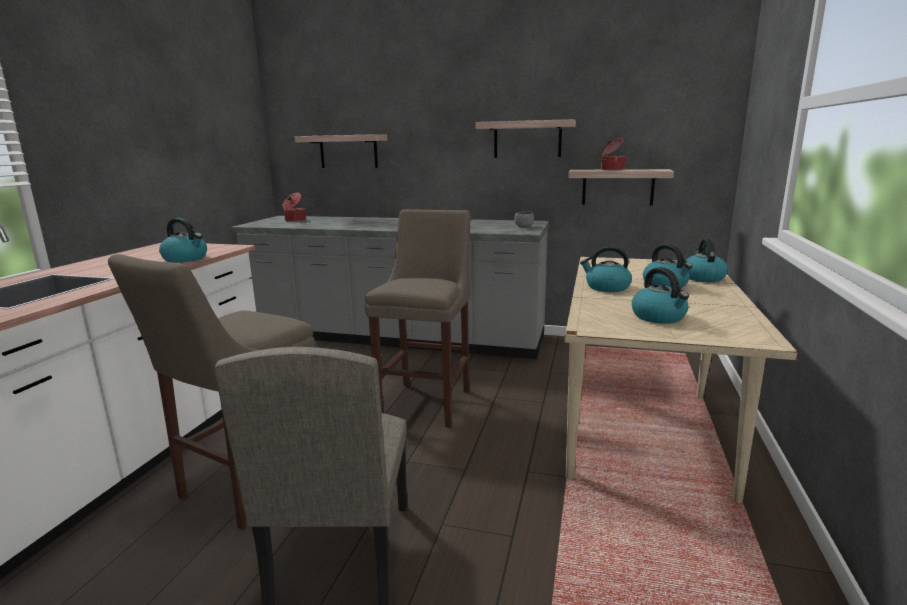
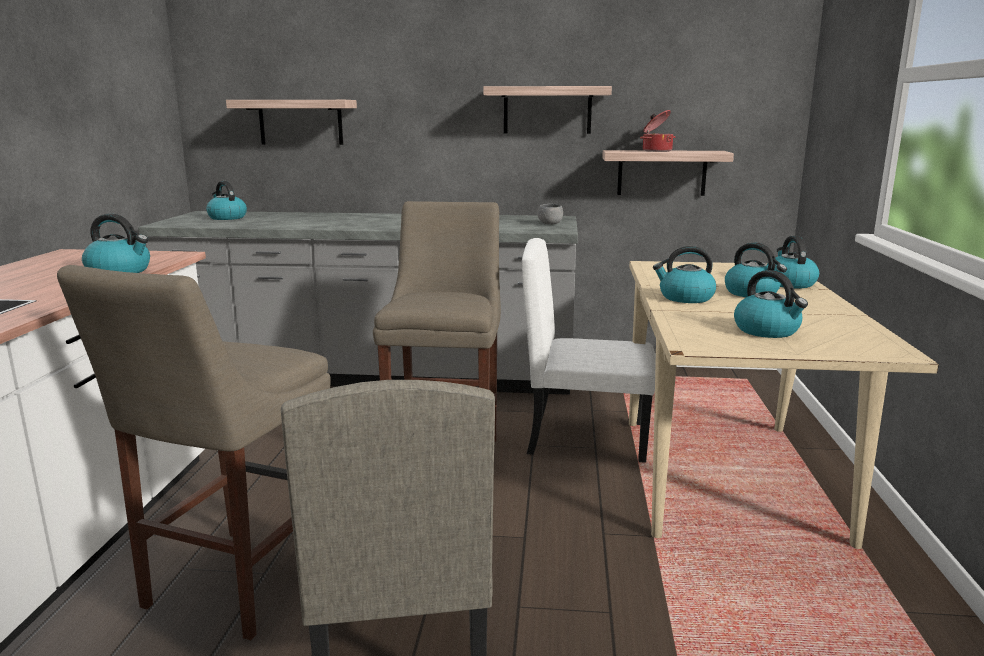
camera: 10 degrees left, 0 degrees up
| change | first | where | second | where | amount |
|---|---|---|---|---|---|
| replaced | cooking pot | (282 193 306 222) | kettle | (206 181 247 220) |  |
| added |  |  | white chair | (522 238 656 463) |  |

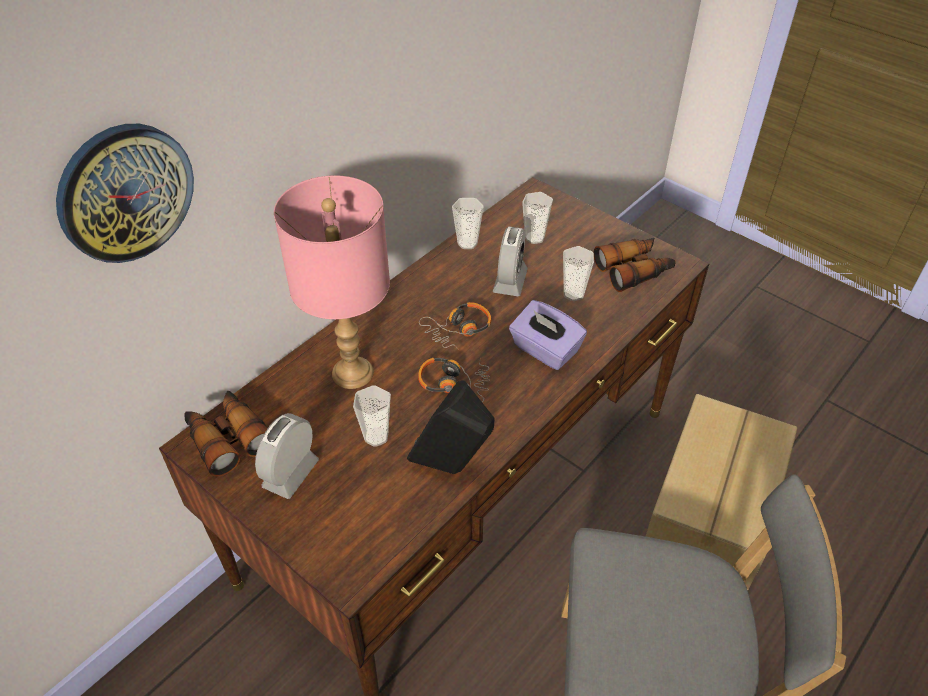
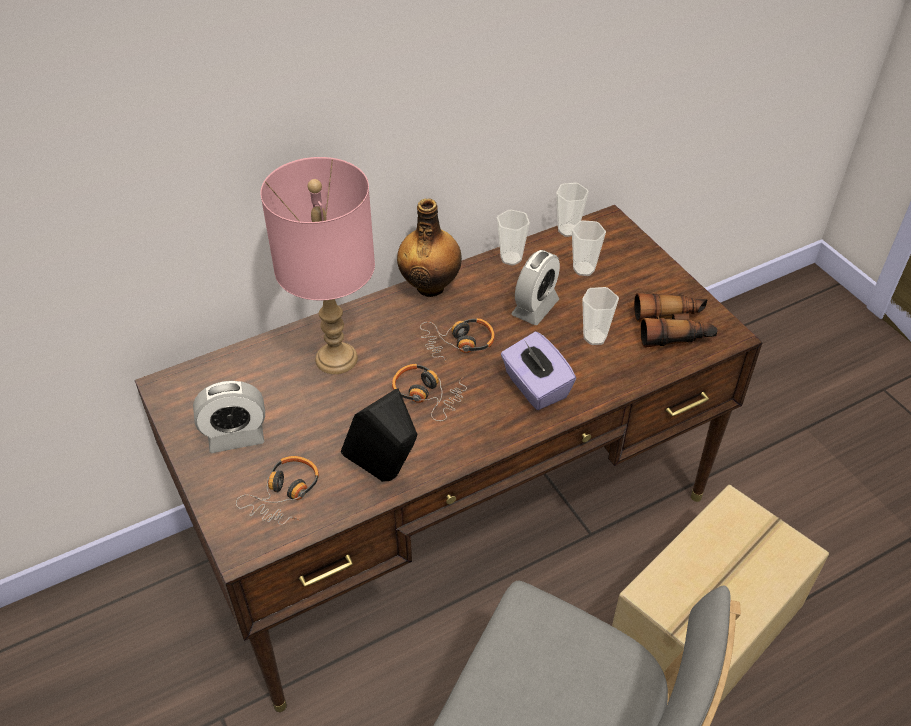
camera: 20 degrees right, 0 degrees up
| change | first | where | second | where | amount |
|---|---|---|---|---|---|
| removed | wall clock | (56 124 194 263) |  |  |  |
| removed | binoculars | (184 391 268 476) |  |  |  |
| turned | alarm clock | (255 413 319 499) |  | (193 381 265 453) | 150 degrees counterclockwise |
| moved | cup | (353 385 391 447) |  | (556 183 589 237) |  |
| added |  |  | headphones | (236 456 319 525) |  |
| added |  |  | bottle | (397 198 462 297) |  |

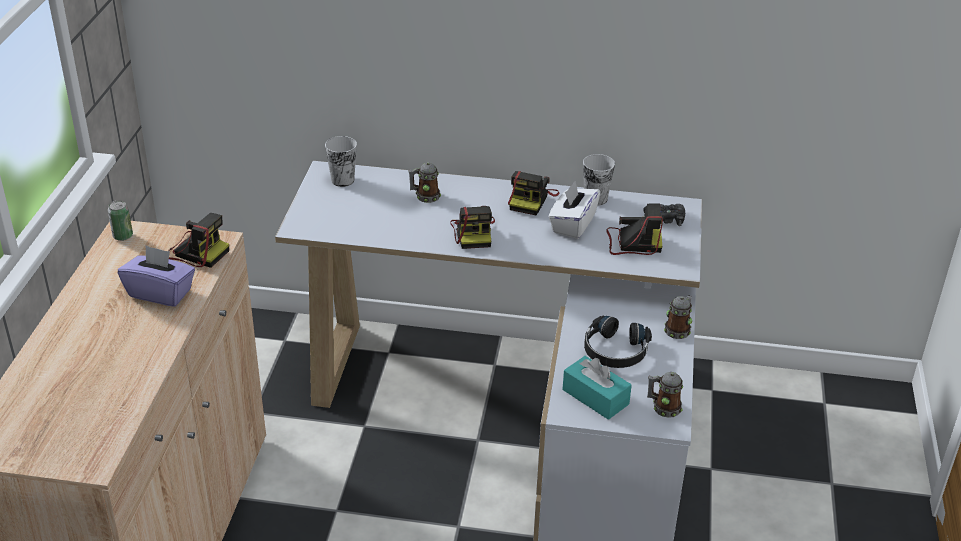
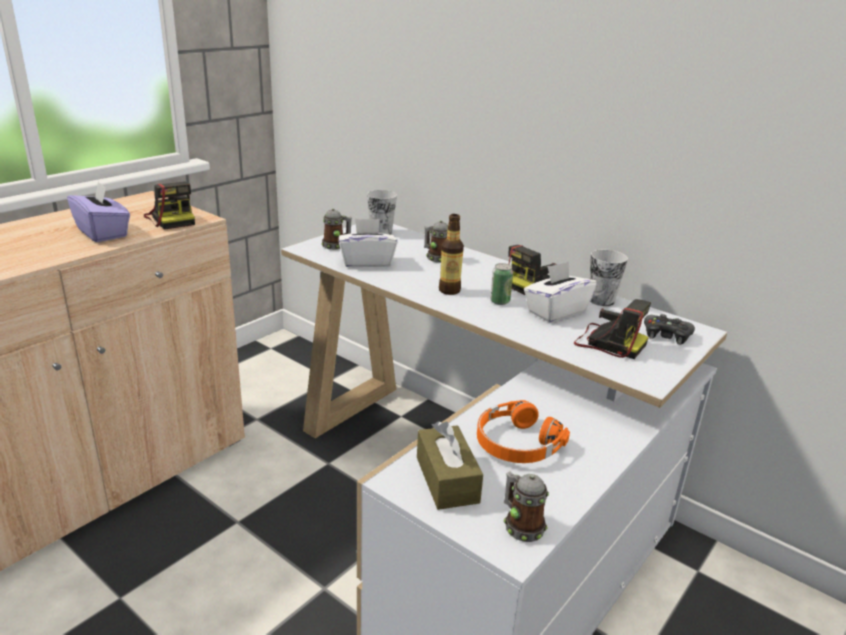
camera: 30 degrees right, 10 degrees down
| change | first | where | second | where | amount |
|---|---|---|---|---|---|
| moved | can | (108 201 133 241) |  | (490 263 513 305) |  |
| replaced | photo camera | (450 206 495 249) | bottle | (439 214 464 295) |  |
| recoloured | turquoise tissue box | (563 356 632 420) | brown tissue box | (417 421 483 510) |  |
| recoloured | black headphones | (584 315 652 368) | orange headphones | (477 400 570 463) |  |
| moved | mug | (664 295 692 339) |  | (322 208 352 250) |  |
| added |  |  | white tissue box | (339 219 397 267) |  |

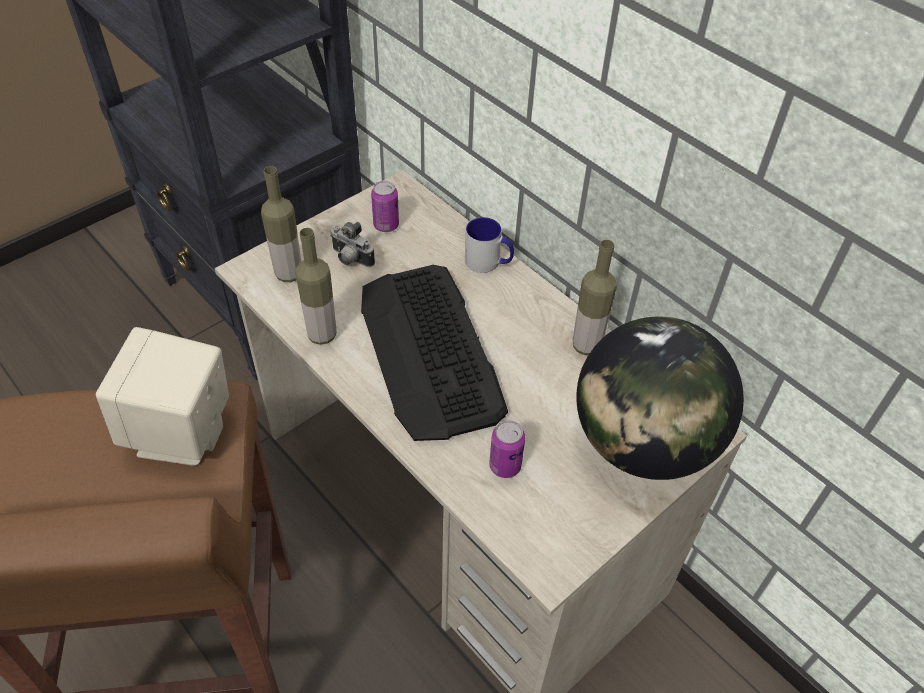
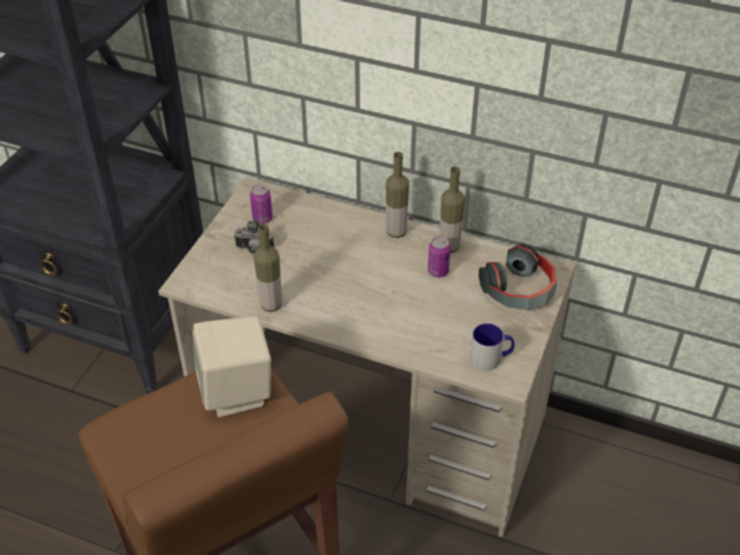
camera: 25 degrees left, 5 degrees down
| change | first | where | second | where | amount |
|---|---|---|---|---|---|
| moved | bottle | (261 166 301 282) |  | (386 152 409 238) |  |
| removed | keyboard | (361 265 508 441) |  |  |  |
| moved | mug | (465 217 514 273) |  | (470 323 515 371) |  |
| moved | can | (489 420 525 478) |  | (428 236 451 277) |  |
| replaced | globe | (576 317 744 480) | headphones | (478 243 557 311) |  |

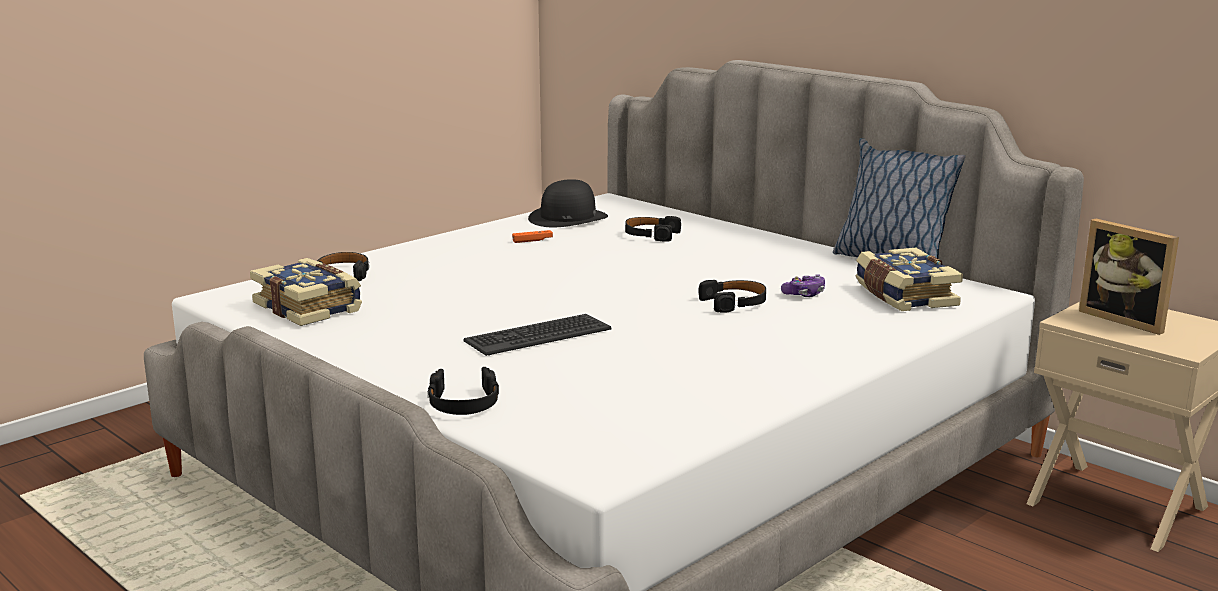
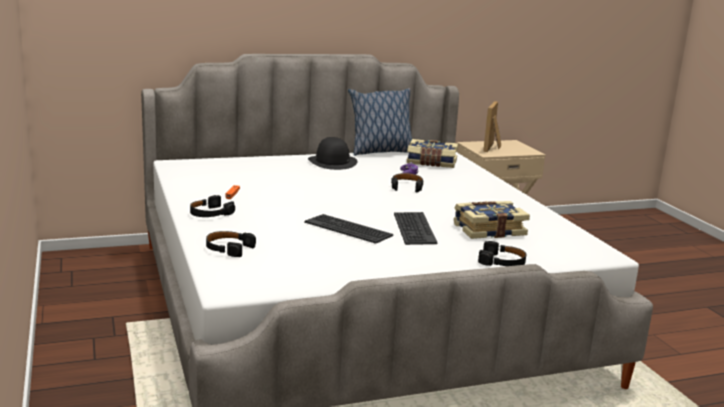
camera: 65 degrees left, 0 degrees up
| change | first | where | second | where | amount |
|---|---|---|---|---|---|
| moved | book | (250 258 362 326) |  | (454 201 530 239) |  |
| moved | black hat | (528 179 608 227) |  | (308 137 357 170) |  |
| moved | black headphones | (625 216 681 241) |  | (190 195 235 217) |  |
| turned | picture frame | (1079 219 1179 335) |  | (483 101 501 152) | 120 degrees clockwise |
| added |  |  | keyboard | (304 214 393 244) |  |

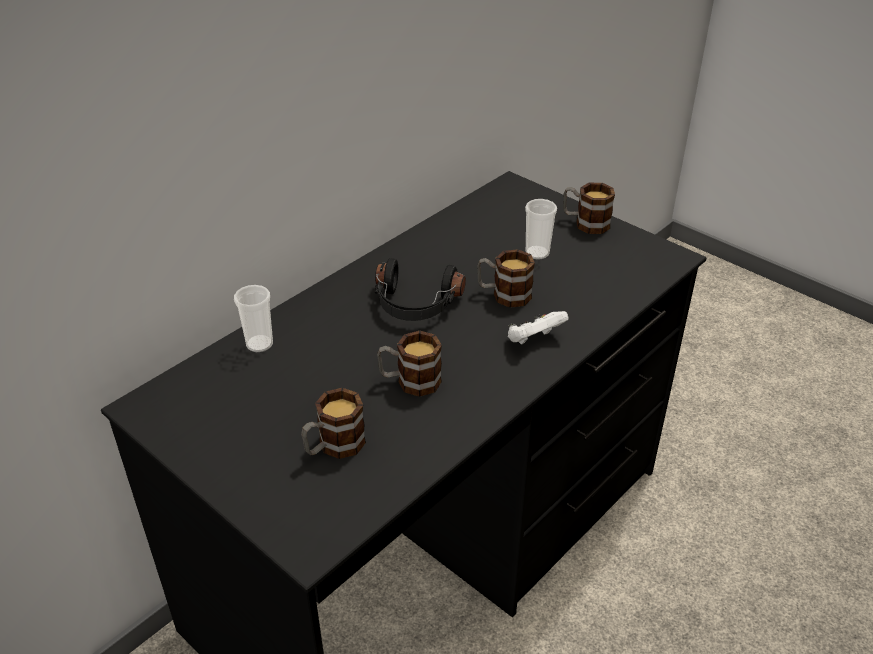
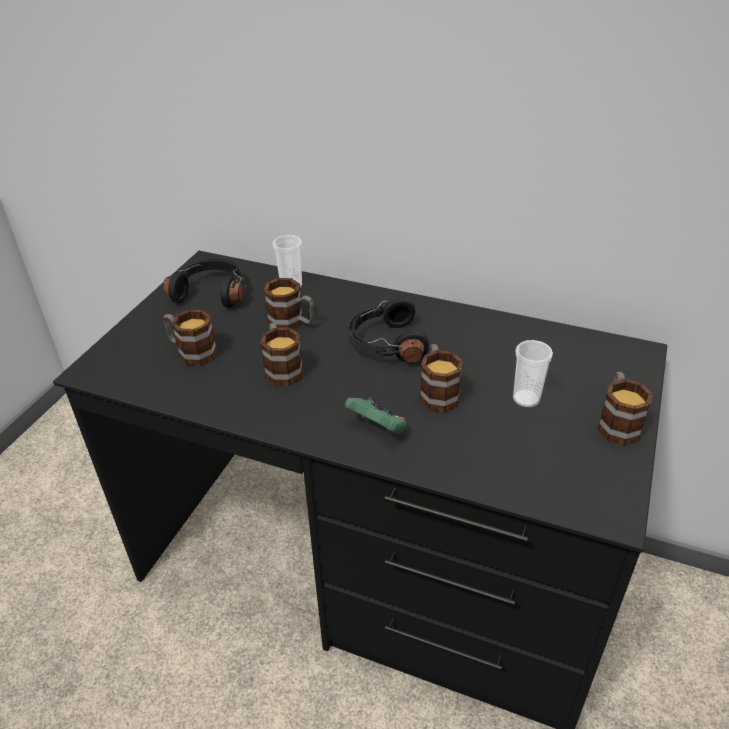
camera: 70 degrees right, 0 degrees up
| change | first | where | second | where | amount |
|---|---|---|---|---|---|
| recoloured | white game controller | (508 311 569 345) | green game controller | (345 397 407 435) |  |
| added |  |  | black headphones | (163 258 245 308) |  |
| added |  |  | mug | (264 278 314 329) |  |

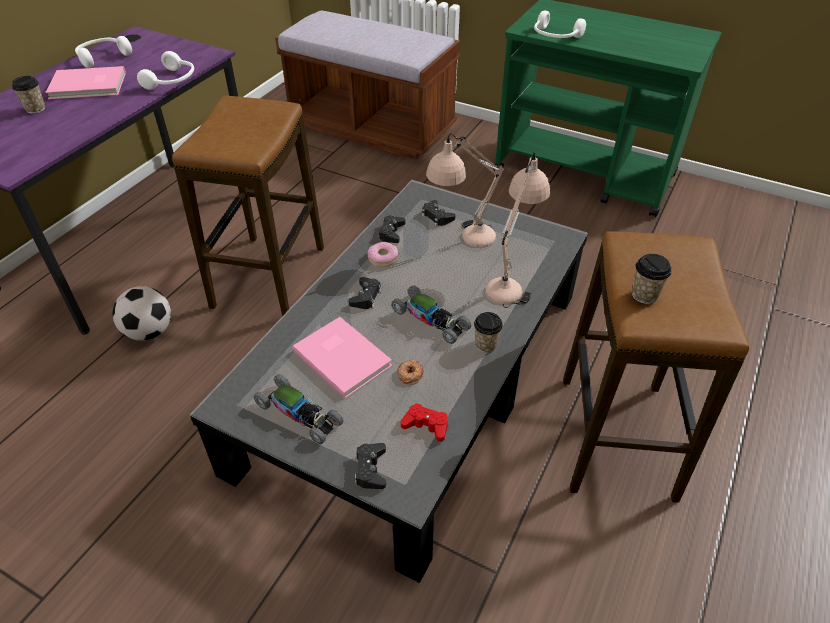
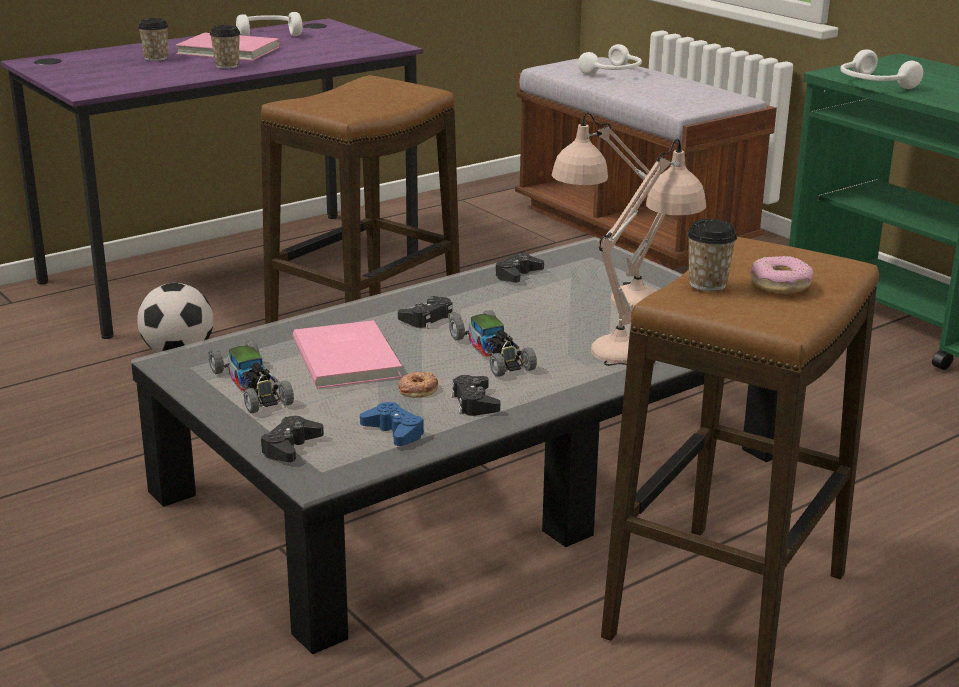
camera: 25 degrees right, 20 degrees down
| change | first | where | second | where | amount |
|---|---|---|---|---|---|
| moved | white headphones | (137 51 194 90) |  | (578 44 642 75) |  |
| moved | donut | (368 242 398 267) |  | (751 256 813 293) |  |
| recoloured | red game controller | (401 403 448 442) | blue game controller | (360 402 425 446) |  |
| moved | black game controller | (422 200 455 227) |  | (451 375 501 416) |  |
| moved | cup | (474 312 503 353) |  | (210 25 240 69) |  |

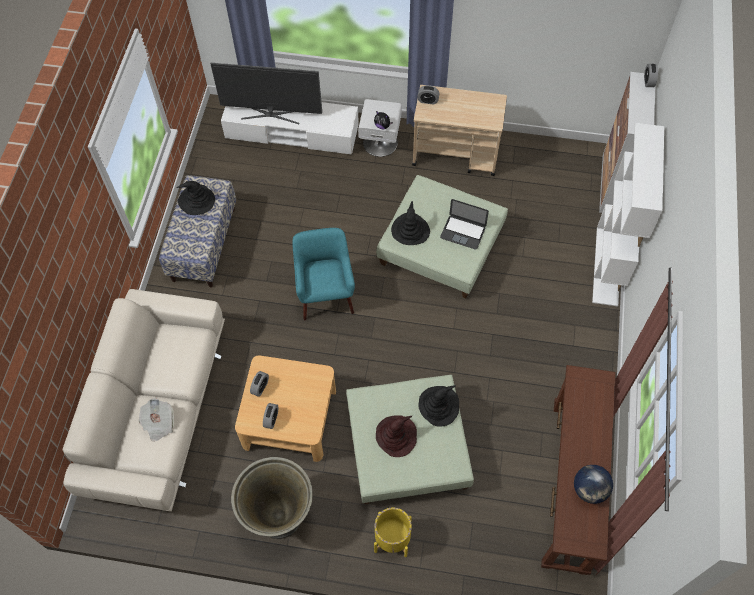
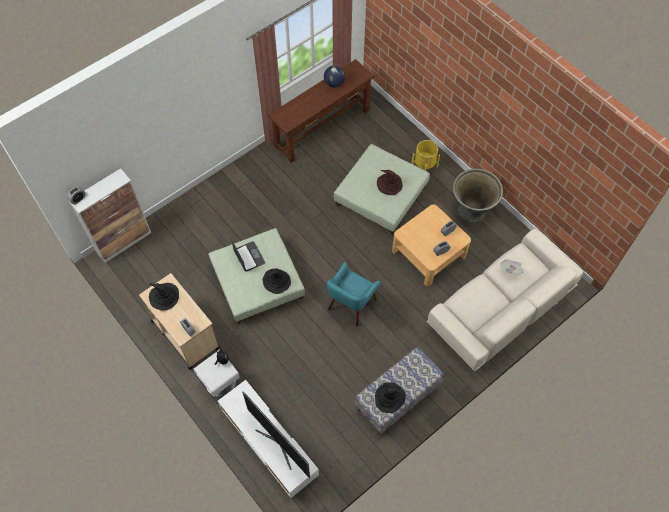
camera: 140 degrees left, 0 degrees up
| change | first | where | second | where | amount |
|---|---|---|---|---|---|
| moved | black hat | (419 385 459 427) |  | (148 283 179 310) |  |
| removed | white bookcase | (592 123 664 306) |  |  |  |

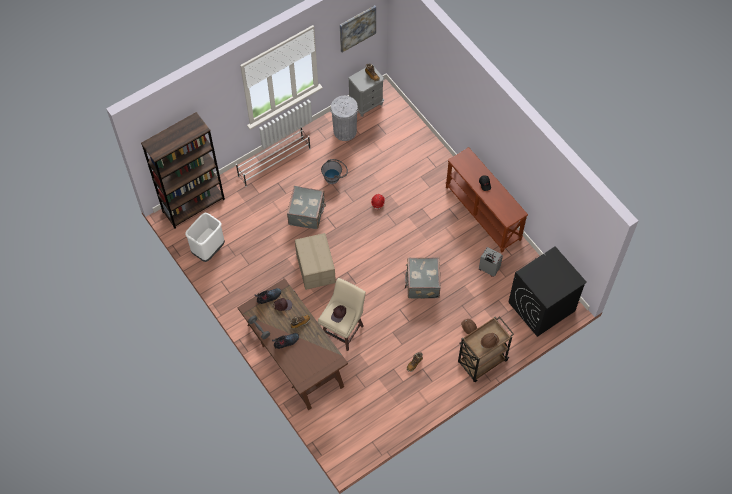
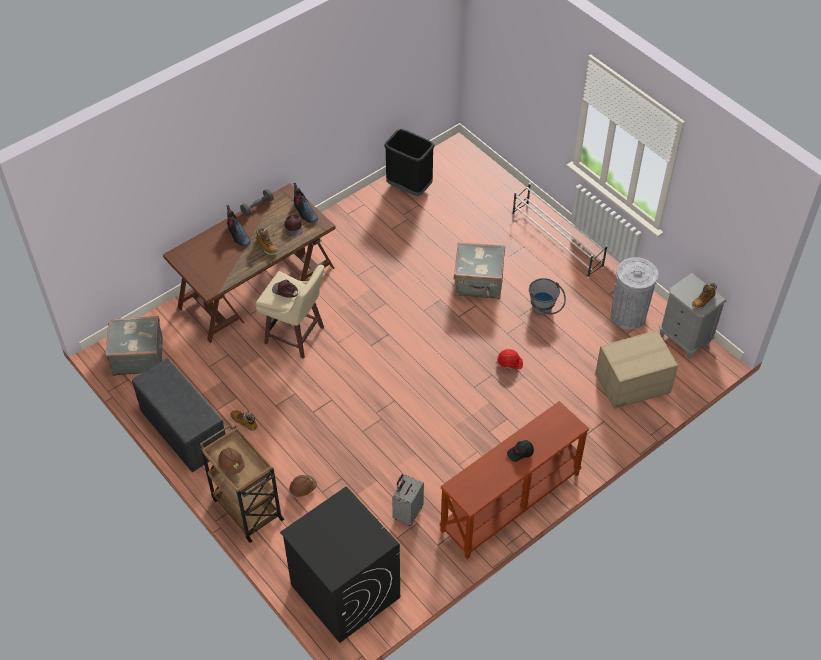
camera: 85 degrees right, 10 degrees down
| change | first | where | second | where | amount |
|---|---|---|---|---|---|
| removed | brown bookcase | (141 112 225 229) |  |  |  |
| recoloured | white trash can | (185 213 225 262) | black trash can | (384 129 435 196) |  |
| moved | cardboard box | (295 233 336 290) |  | (595 330 678 409) |  |
| removed | picture | (340 5 376 53) |  |  |  |
| moved | grey suitcase | (405 257 441 299) |  | (105 316 163 376) |  |
| added |  |  | grey bench | (132 358 225 472) |  |

